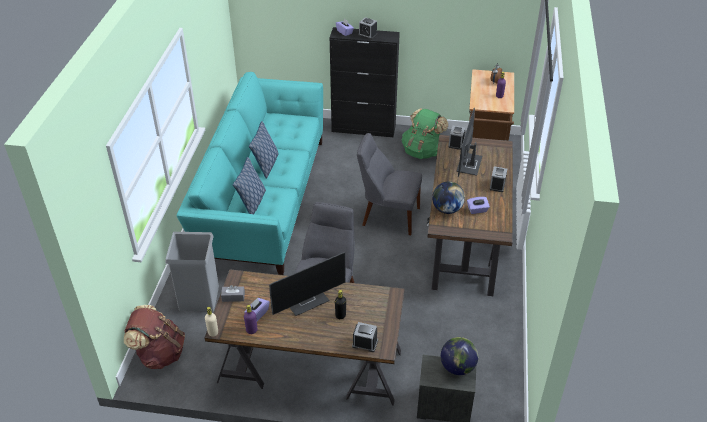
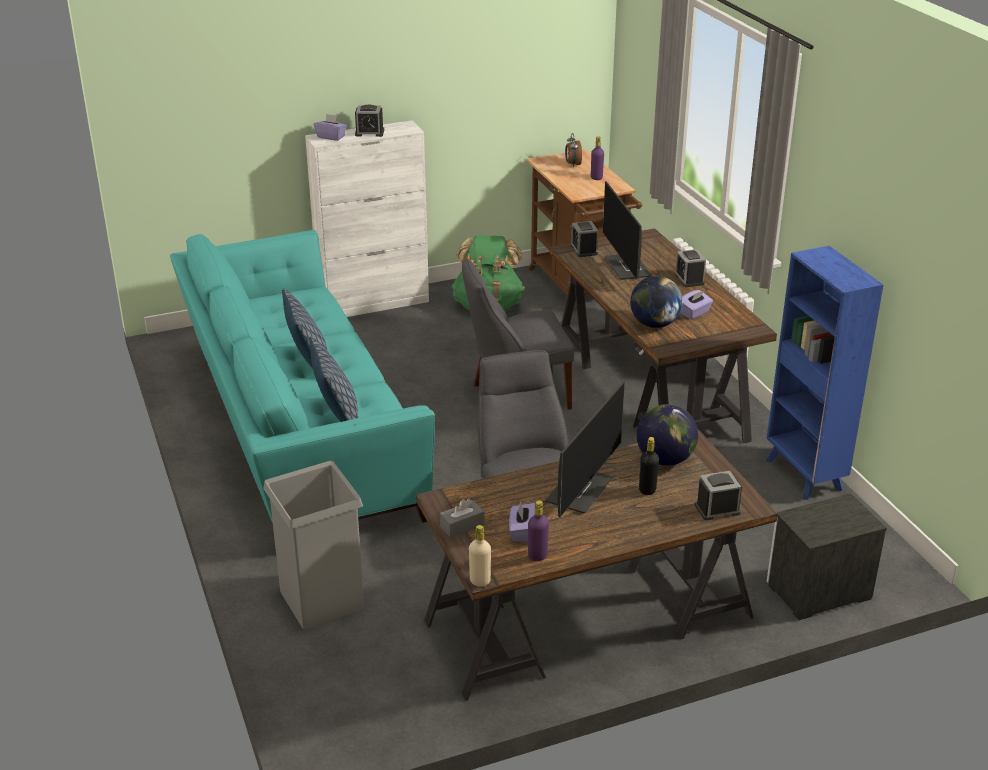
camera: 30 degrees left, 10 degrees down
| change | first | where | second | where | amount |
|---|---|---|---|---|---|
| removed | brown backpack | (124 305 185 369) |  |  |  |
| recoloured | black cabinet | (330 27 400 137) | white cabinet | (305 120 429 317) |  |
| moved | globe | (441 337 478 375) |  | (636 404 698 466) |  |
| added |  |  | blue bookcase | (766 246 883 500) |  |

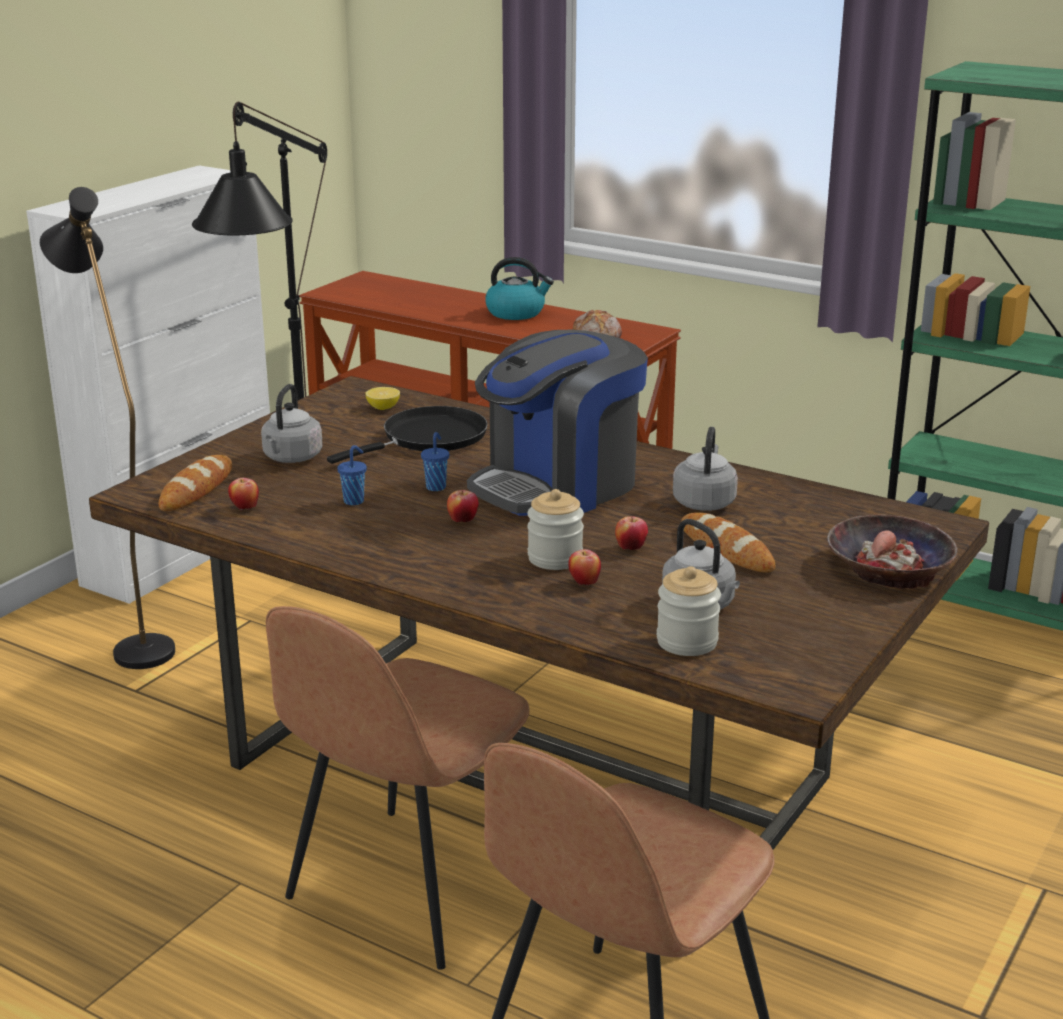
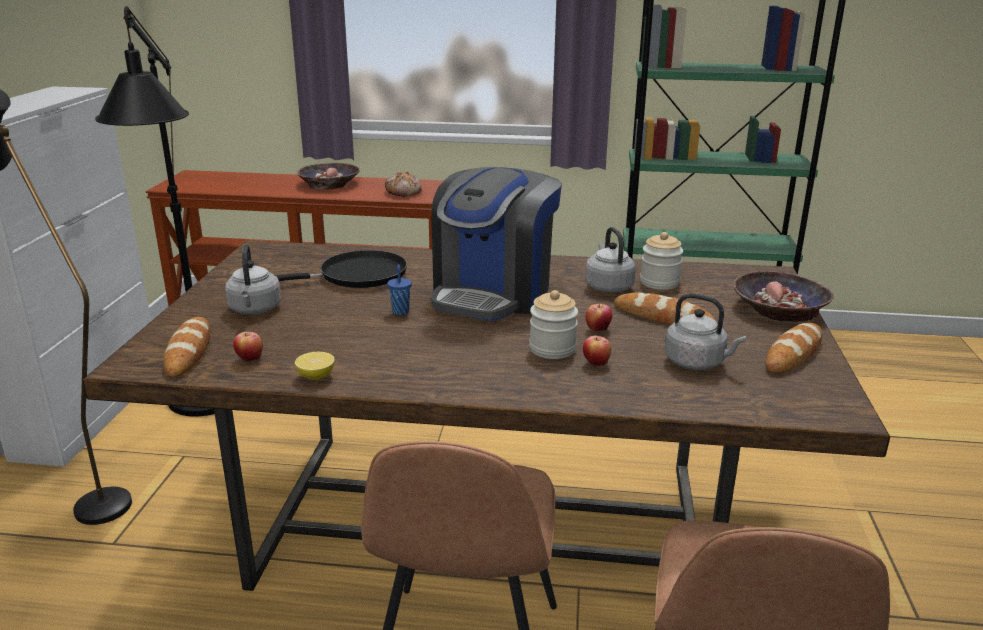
camera: 25 degrees left, 0 degrees up
| change | first | where | second | where | amount |
|---|---|---|---|---|---|
| turned | black frying pan | (327 406 488 464) |  | (276 250 407 288) | 45 degrees clockwise |
| removed | blue cup | (337 445 367 505) |  |  |  |
| moved | lemon | (366 387 400 410) |  | (295 352 335 380) |  |
| removed | apple | (447 490 479 522) |  |  |  |
| replaced | kettle | (485 257 554 320) | bowl | (297 163 360 190) |  |
| moved | jar | (657 566 721 656) |  | (640 232 683 290) |  |
| added |  |  | bread | (765 323 822 373) |  |

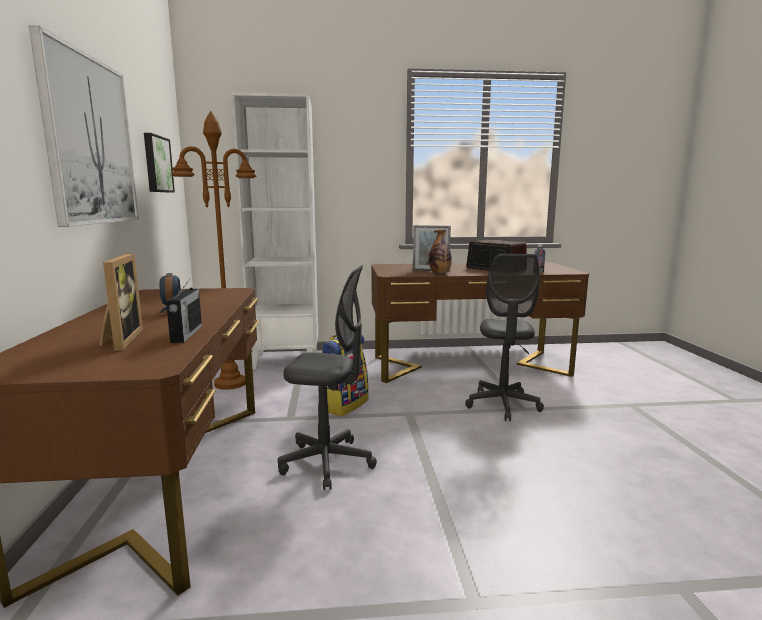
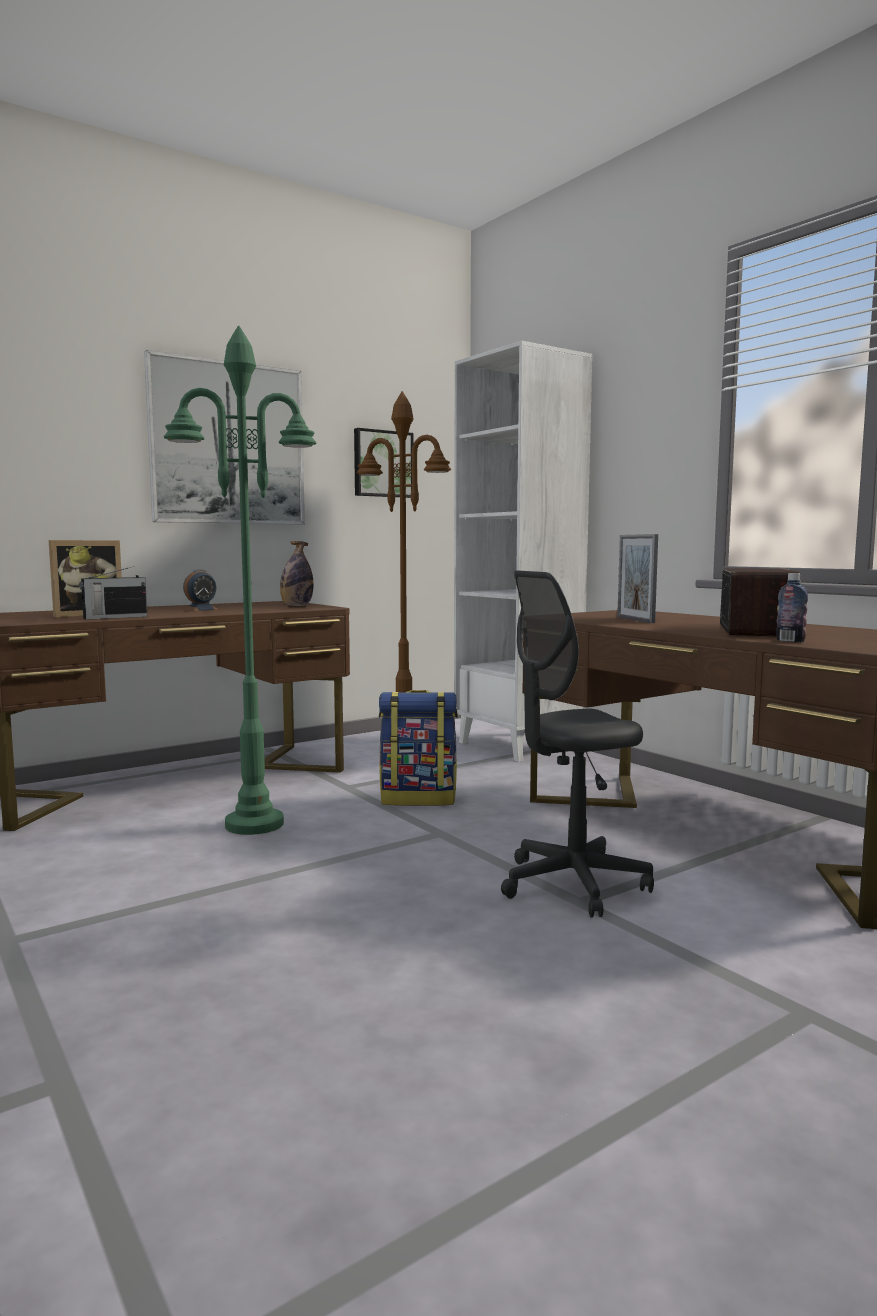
camera: 60 degrees right, 5 degrees down
| change | first | where | second | where | amount |
|---|---|---|---|---|---|
| replaced | grey office chair | (278 265 377 490) | green floor lamp | (164 325 316 835) |  |
| moved | bottle | (429 230 452 274) |  | (280 541 313 606) |  |

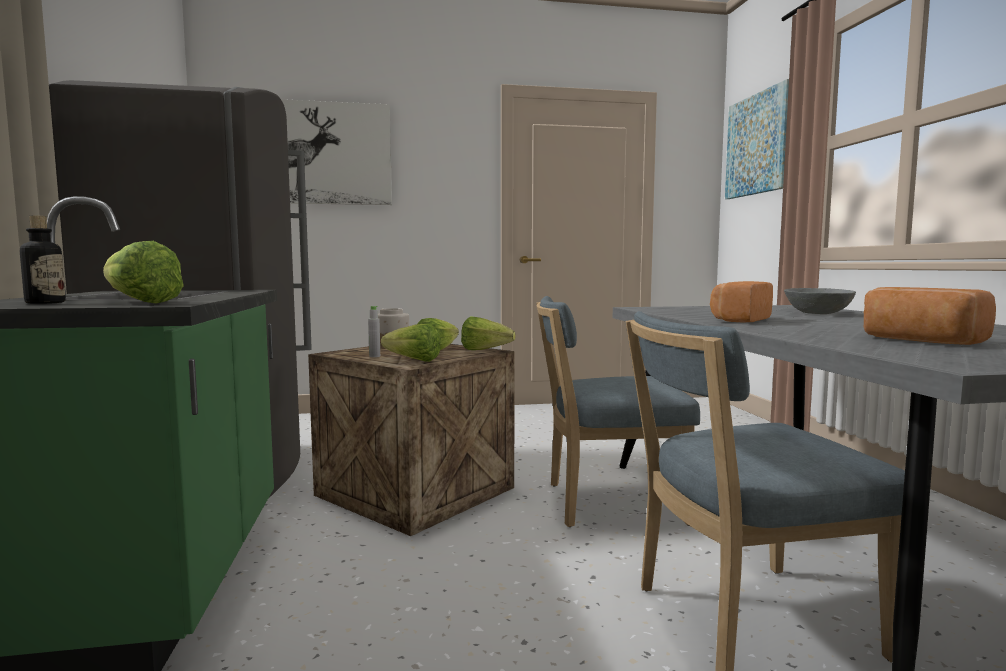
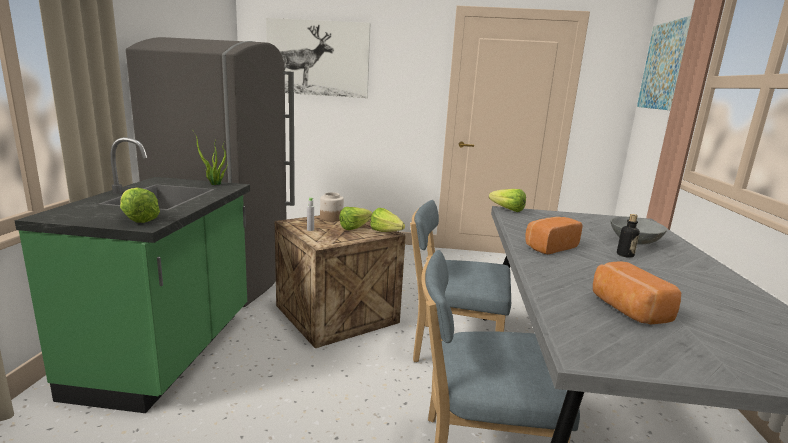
camera: 15 degrees right, 10 degrees up
| change | first | where | second | where | amount |
|---|---|---|---|---|---|
| moved | bottle | (20 215 66 304) |  | (617 214 640 258) |  |
| moved | lettuce | (381 323 440 362) |  | (489 189 526 212) |  |
| added |  |  | potted plant | (193 131 227 185) |  |

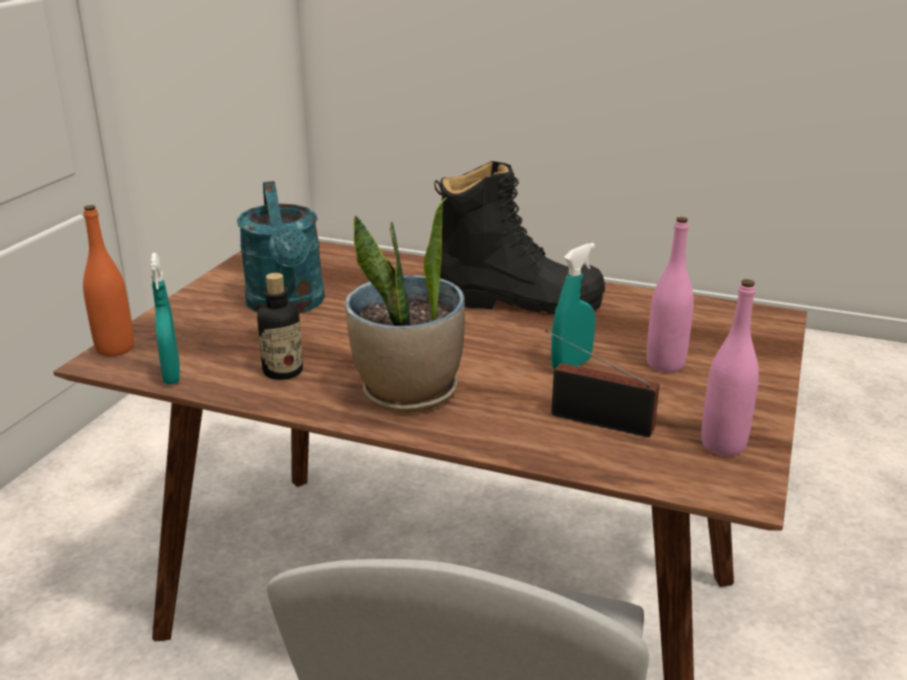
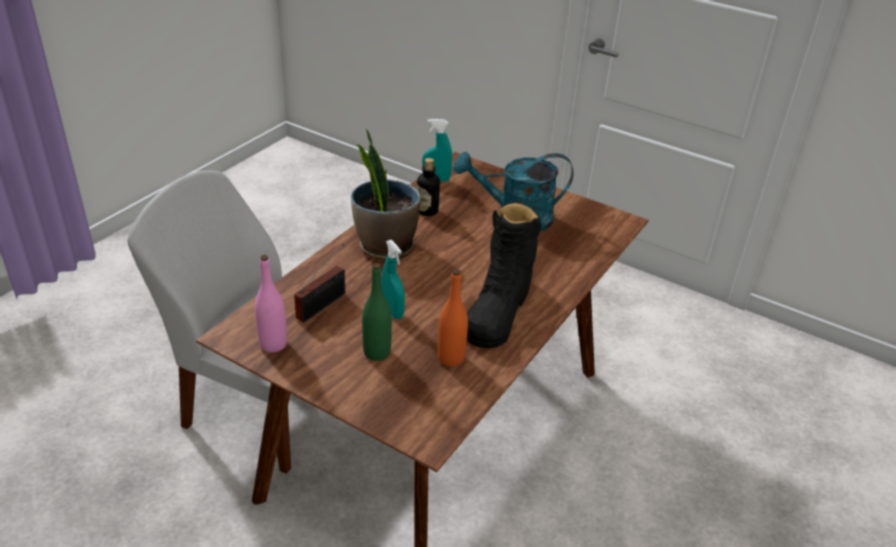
camera: 100 degrees right, 10 degrees up
| change | first | where | second | where | amount |
|---|---|---|---|---|---|
| moved | orange bottle | (83 205 134 356) |  | (437 269 468 366) |  |
| recoloured | pink bottle | (647 217 694 372) | green bottle | (362 263 392 361) |  |

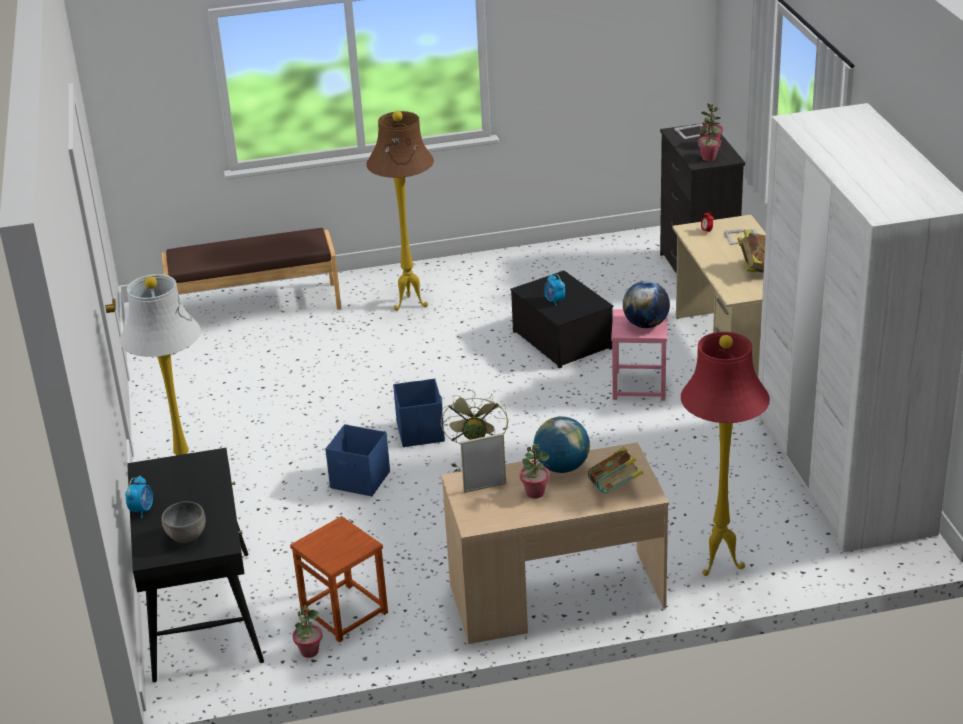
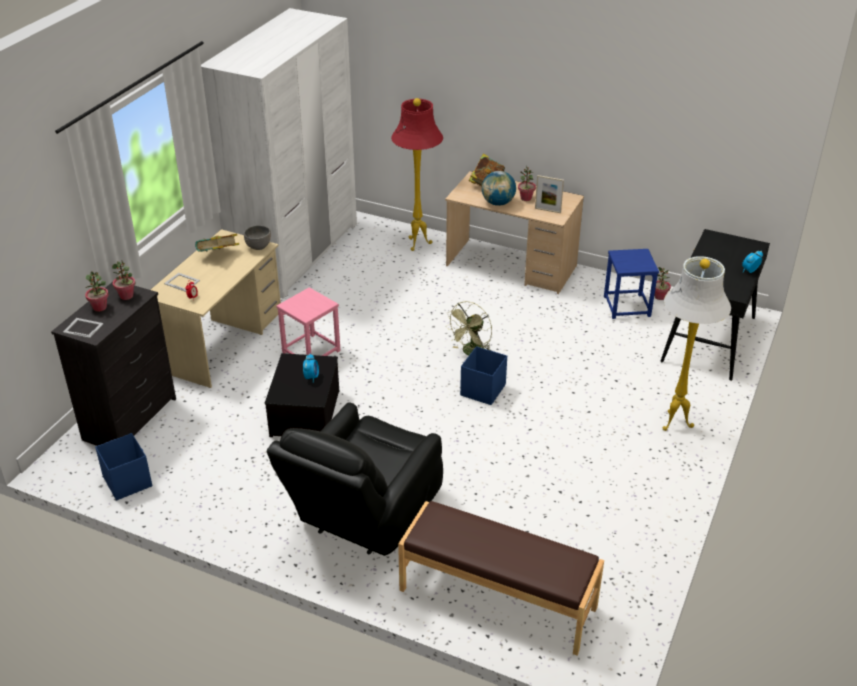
camera: 145 degrees left, 5 degrees up
| change | first | where | second | where | amount |
|---|---|---|---|---|---|
| moved | grey bowl | (161 501 206 543) |  | (244 225 271 250) |  |
| recoloured | brown stool | (290 516 388 643) | blue stool | (604 249 659 319) |  |
| moved | blue storage box | (325 424 390 496) |  | (95 433 152 500) |  |
| replaced | brown floor lamp | (366 111 434 310) | black armchair | (267 403 443 556) |  |
| removed | globe | (623 281 670 328) |  |  |  |

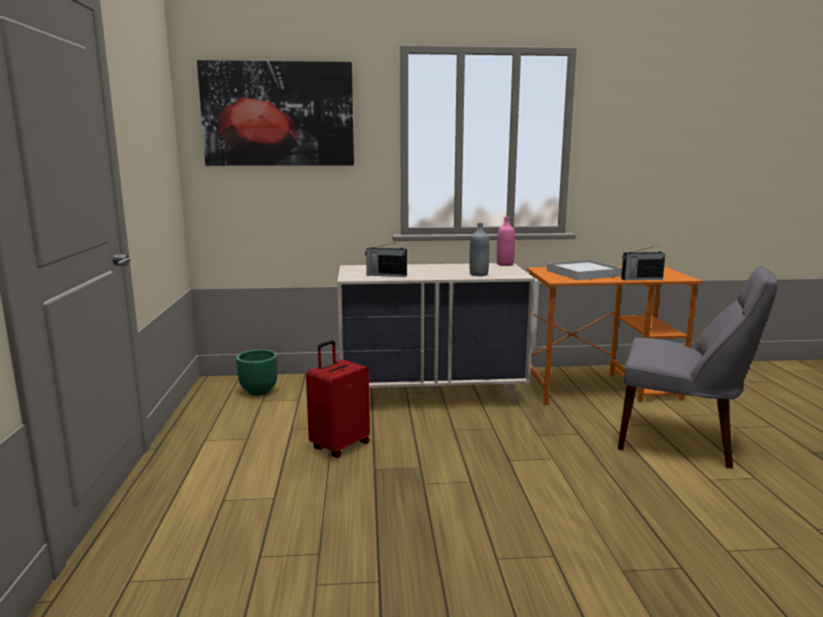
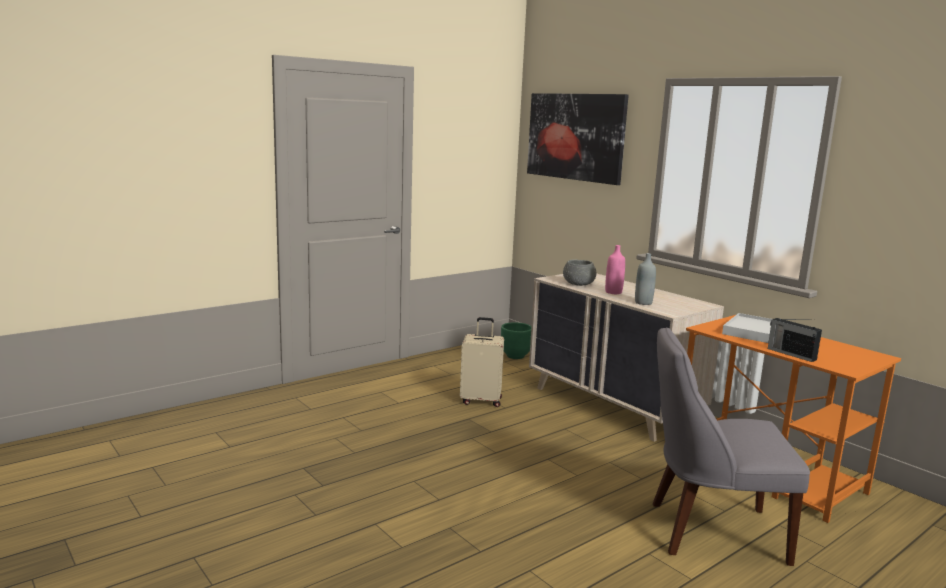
camera: 55 degrees right, 0 degrees up
| change | first | where | second | where | amount |
|---|---|---|---|---|---|
| recoloured | red suitcase | (306 340 370 458) | beige suitcase | (460 317 504 407) |  |
| replaced | radio | (365 241 407 277) | grey bowl | (563 259 596 286) |  |
| moved | pink bottle | (497 217 515 266) |  | (605 245 625 294) |  |
| turned | grey chair | (618 267 778 469) |  | (653 327 810 566) | 105 degrees clockwise |

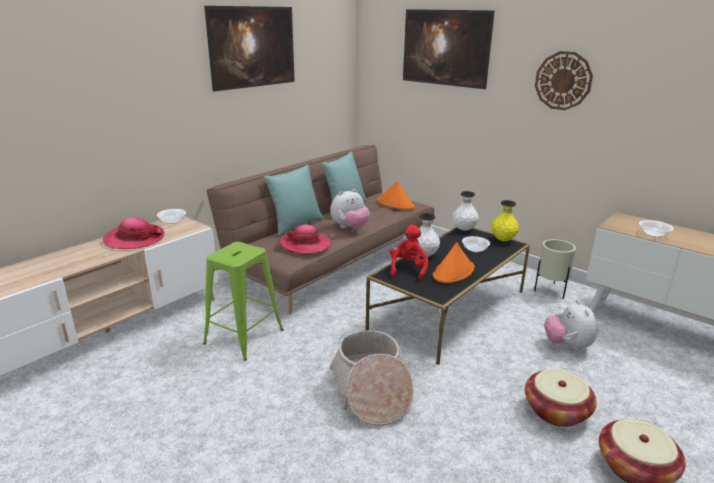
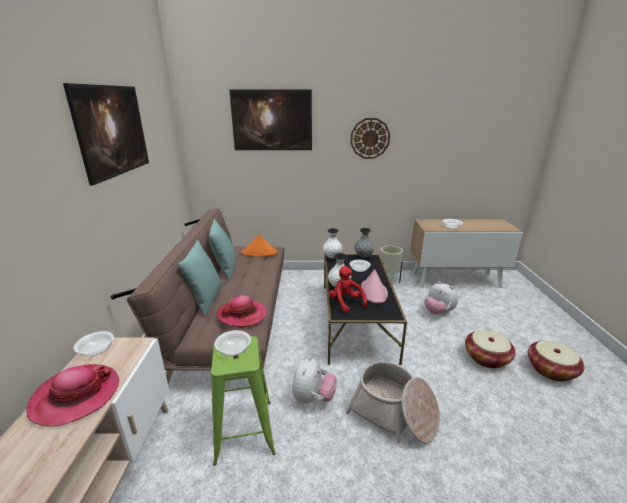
camera: 40 degrees left, 0 degrees up
| change | first | where | second | where | amount |
|---|---|---|---|---|---|
| moved | plush toy | (330 189 370 229) |  | (292 356 337 403) |  |
| recoloured | orange hat | (433 242 474 283) | pink hat | (361 269 388 303) |  |
| recoloured | yellow vase | (491 200 519 241) | grey vase | (355 228 374 258) |  |
| added |  |  | bowl | (215 330 251 356) |  |

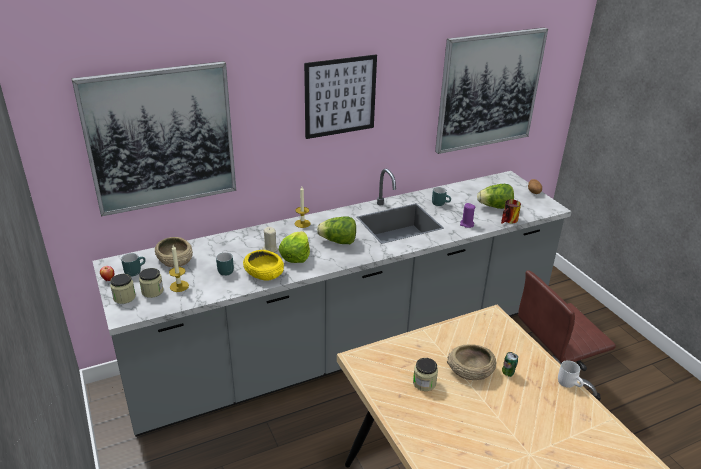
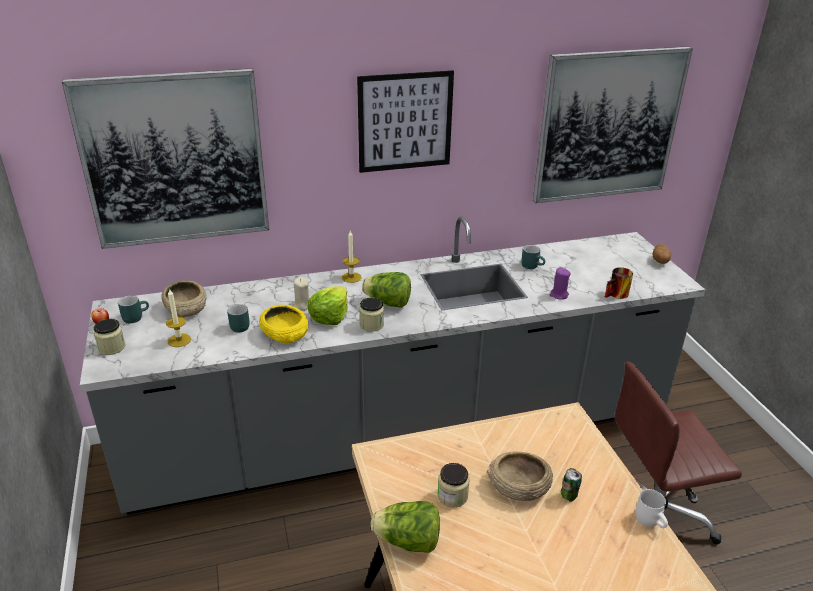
camera: 10 degrees right, 0 degrees up
| change | first | where | second | where | amount |
|---|---|---|---|---|---|
| moved | jar | (139 268 163 298) |  | (359 298 384 332) |  |
| moved | lettuce | (477 184 514 209) |  | (371 501 440 553) |  |

